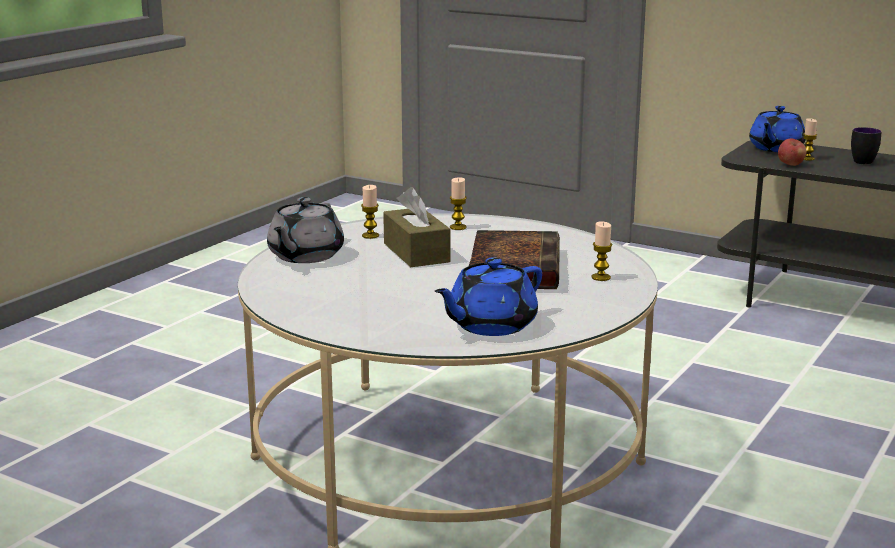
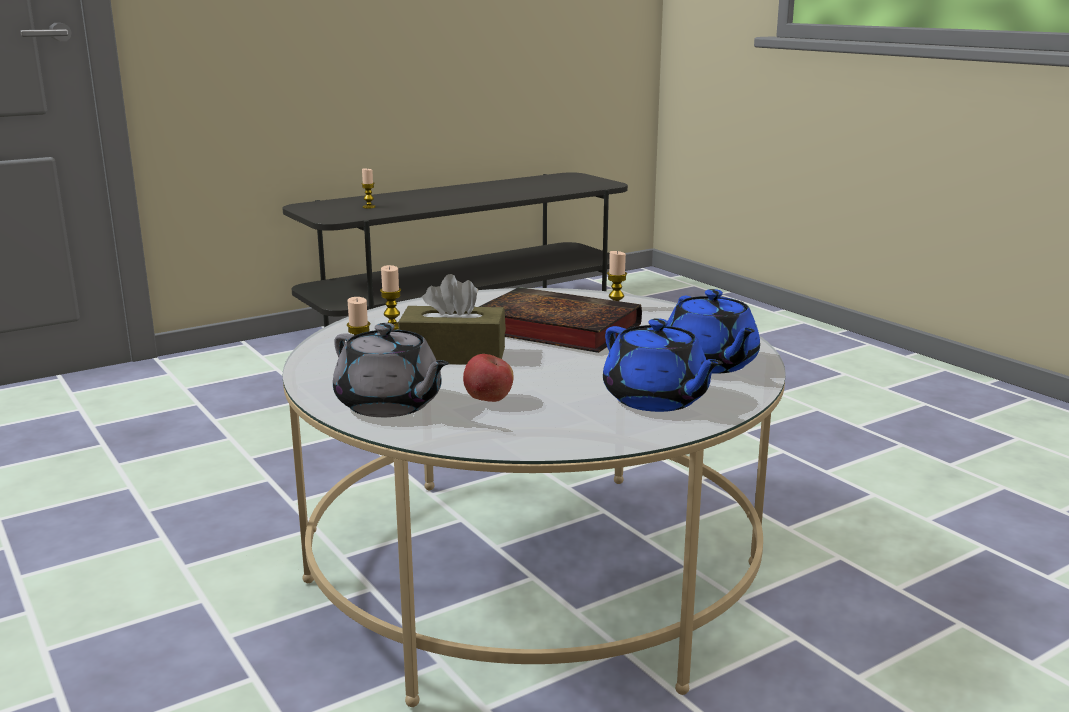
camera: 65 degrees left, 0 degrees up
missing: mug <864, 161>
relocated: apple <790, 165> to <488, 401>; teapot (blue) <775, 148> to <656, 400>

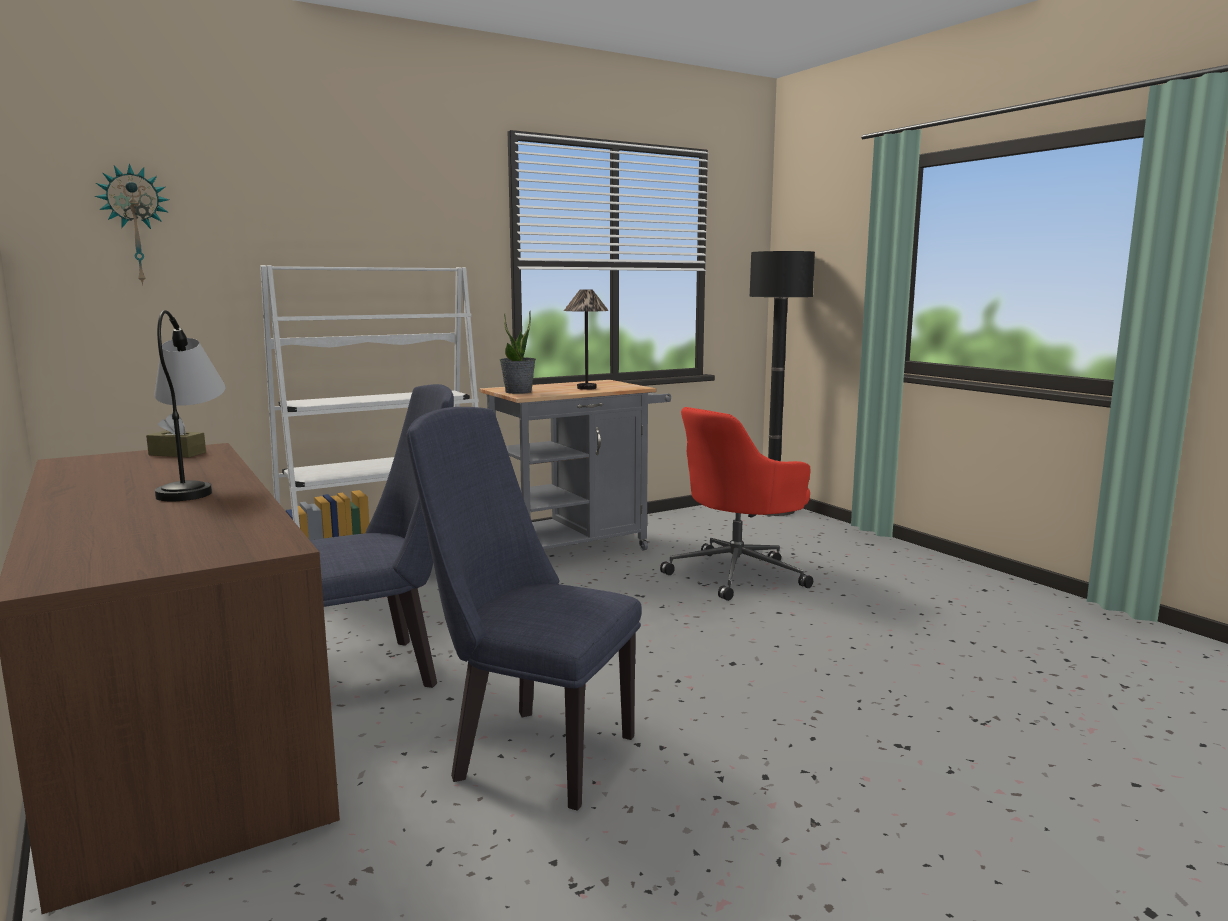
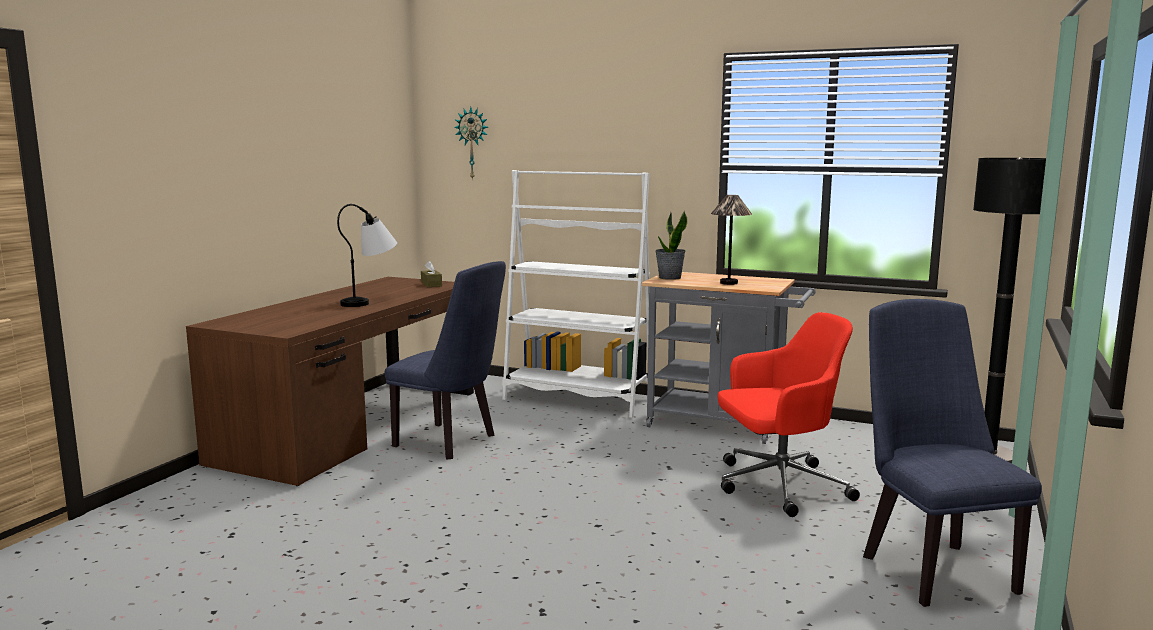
camera: 55 degrees right, 0 degrees up
relocated: chair (blue) <531, 753> to <931, 567>
spun: desk chair (red) <738, 574> = <778, 486> 150 degrees clockwise

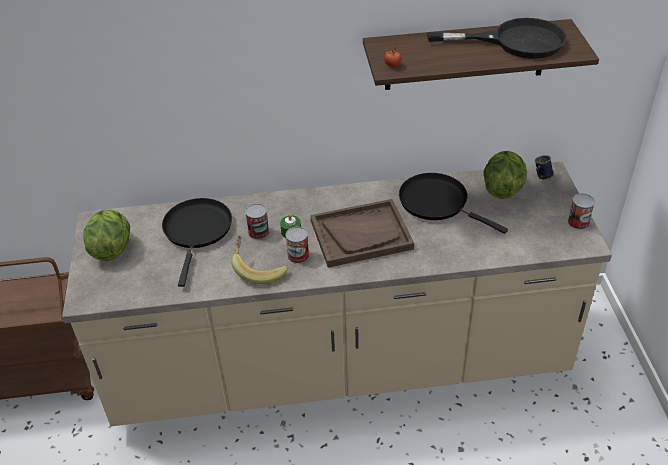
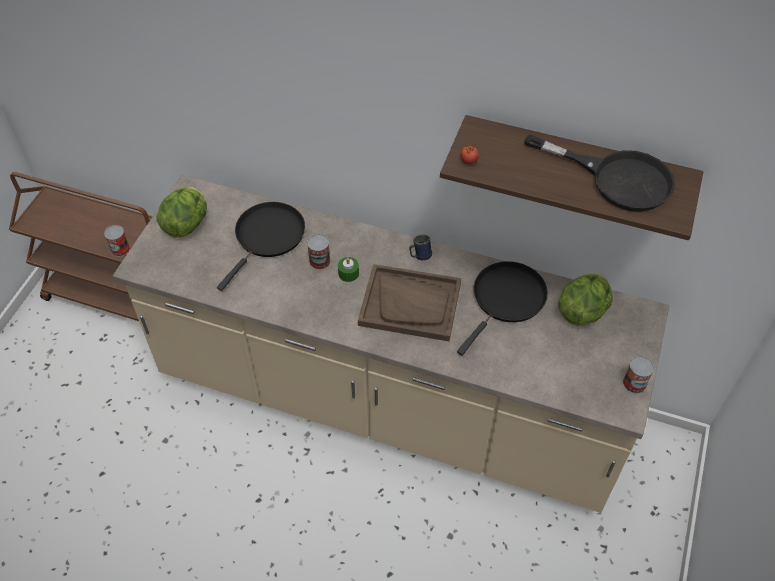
camera: 25 degrees right, 10 degrees up
missing: whole banana <258, 268>
relocated: sealed can <298, 255> to <120, 249>; mug (blue) <541, 177> to <419, 256>
spun: pan (black-coloured) <437, 202> = <506, 299> 60 degrees clockwise

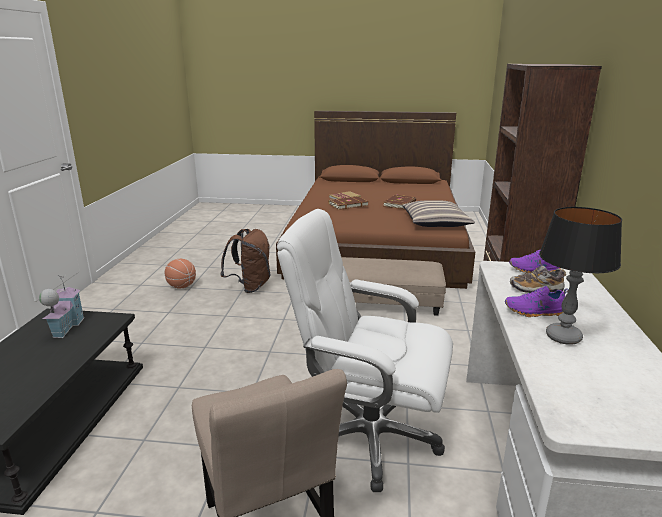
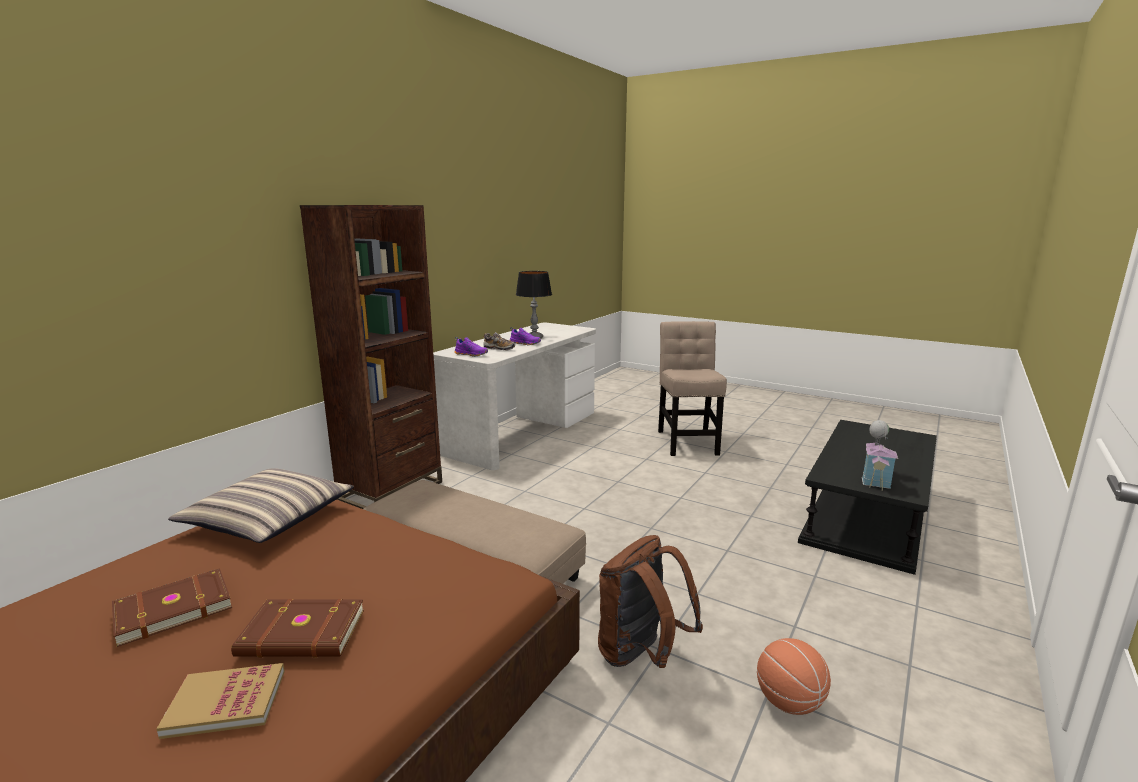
camera: 155 degrees left, 5 degrees down
missing: desk chair (white) <369, 437>

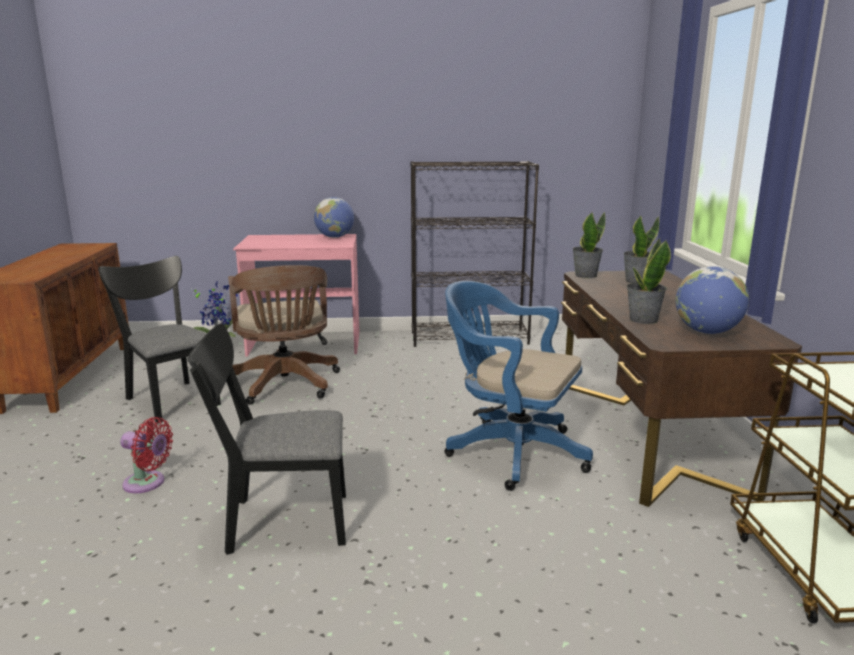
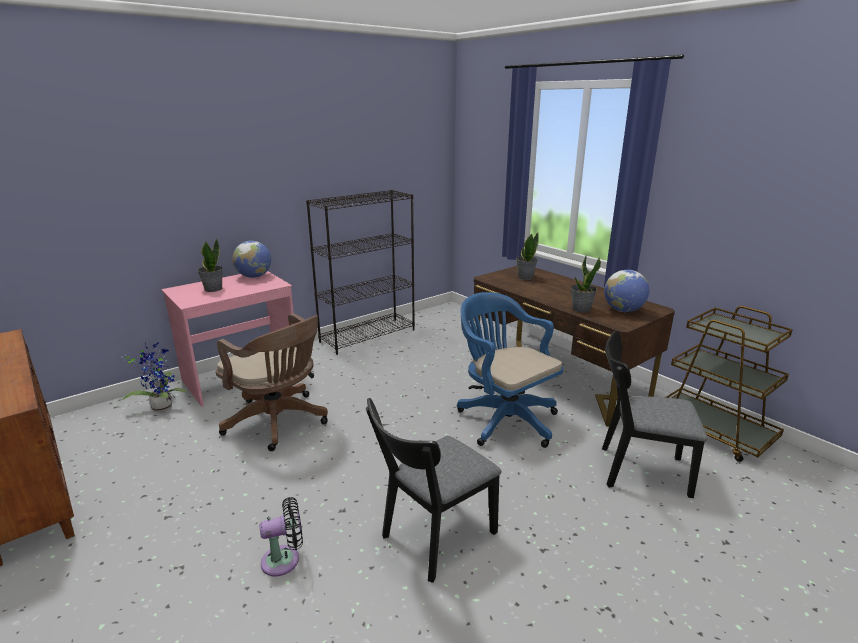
camera: 35 degrees left, 5 degrees up
relocated: houseplant <585, 275> to <213, 289>; chair (black-coloured) <170, 399> to <636, 470>
colour: electric fan (red) <147, 483> to electric fan (black-coloured) <284, 559>
spun: desk chair (blue) <510, 451> = <504, 419> 60 degrees clockwise

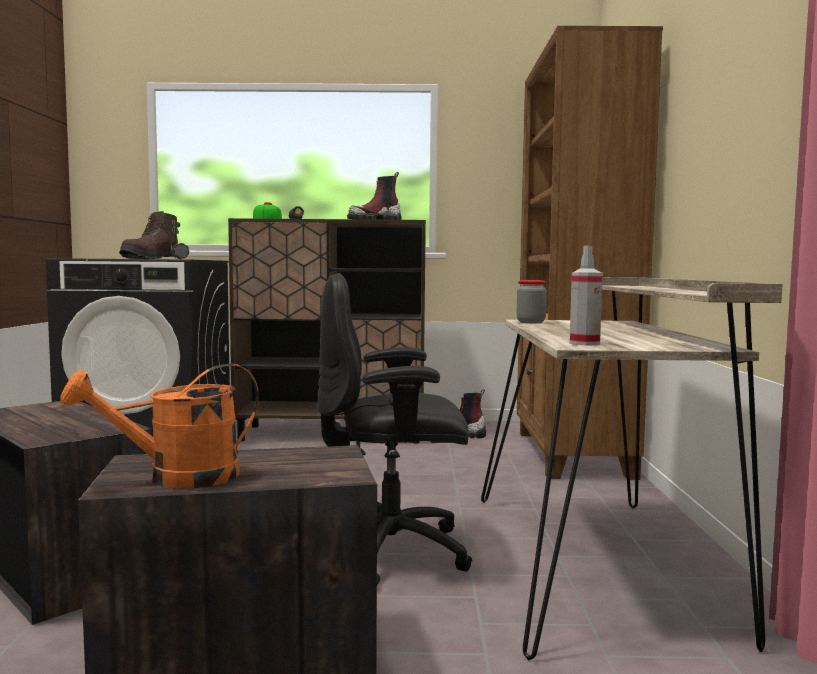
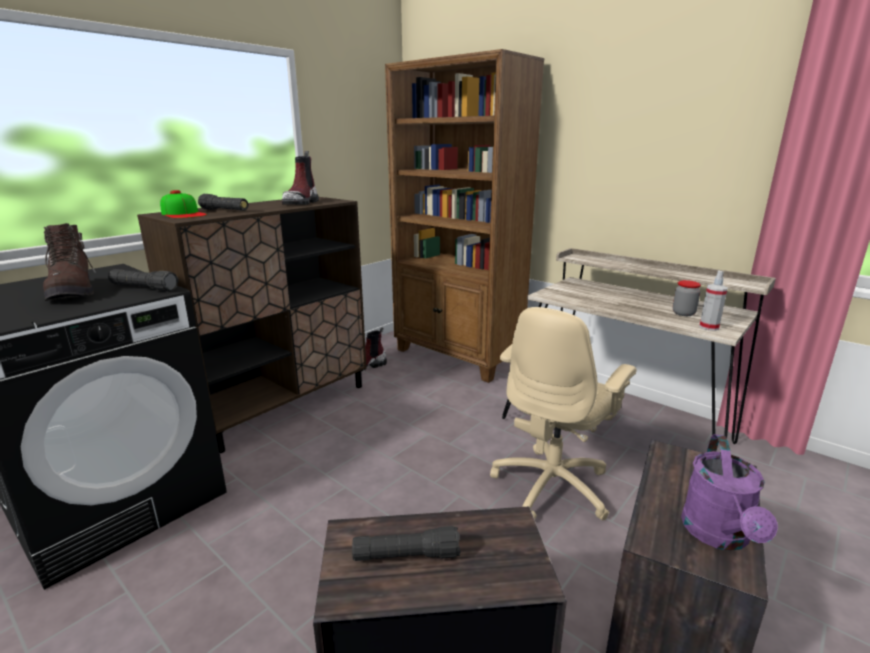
camera: 50 degrees left, 15 degrees up
appeared: flashlight (black-coloured) <406, 556>
relocated: storage jar <530, 322> to <683, 313>
colour: desk chair (black-coloured) <392, 552> to desk chair (beige-coloured) <553, 485>; sprinkling can (orangey) <177, 478> to sprinkling can (purple-coloured) <719, 536>

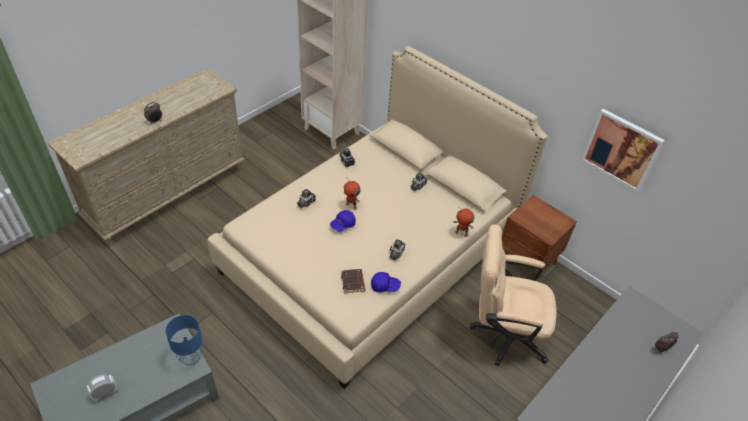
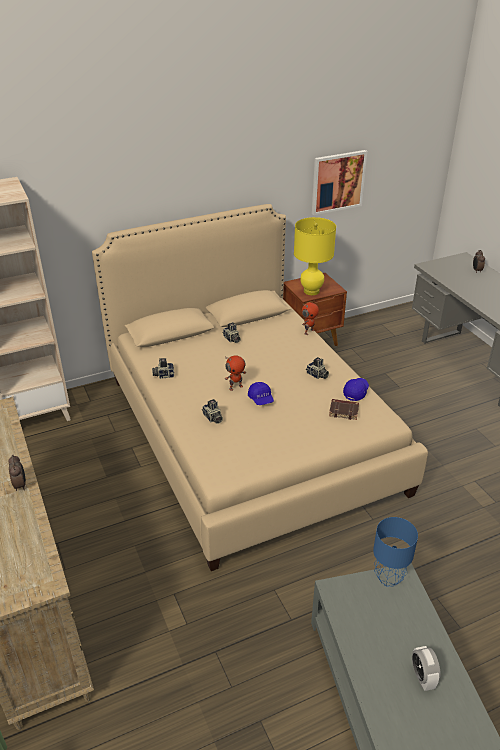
camera: 65 degrees left, 10 degrees down
missing: desk chair (beige-coloured) <502, 333>
appeared: table lamp (yellowish) <311, 291>

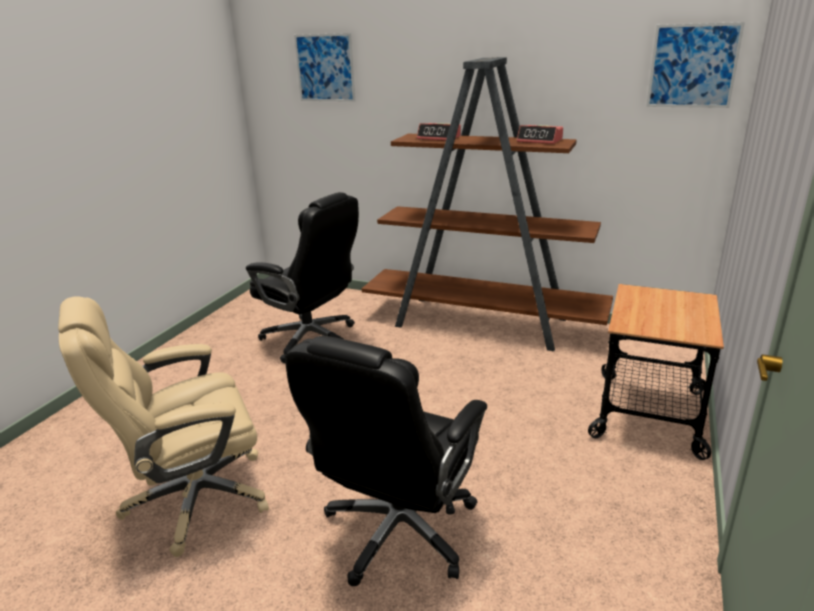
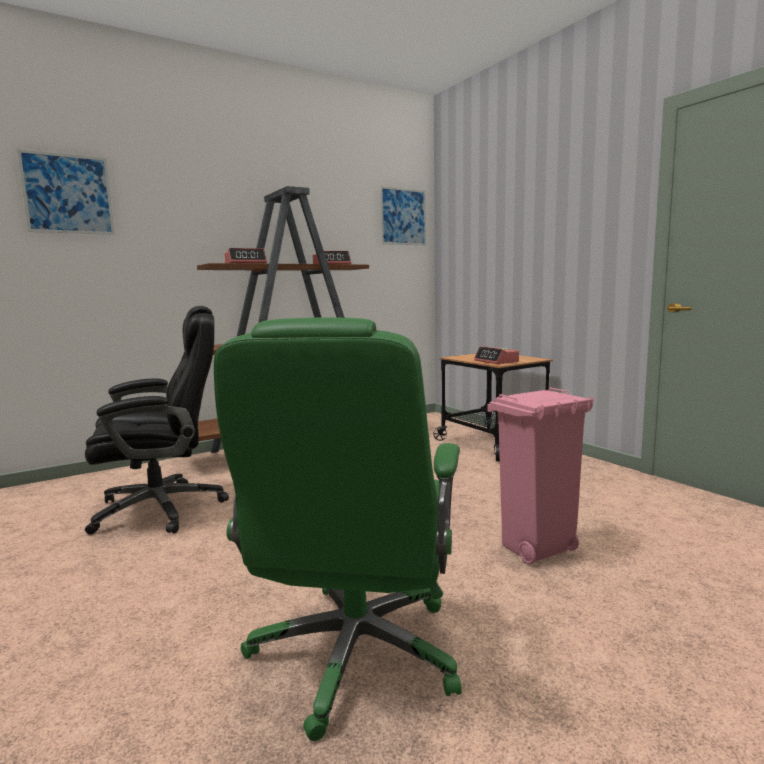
camera: 55 degrees left, 15 degrees down
appeared: bedside clock <496, 361>
exchanged: desk chair (black-coloured) <398, 531> to waste bin (pink) <536, 550>
colour: desk chair (beige-coloured) <194, 499> to desk chair (greenish) <354, 655>

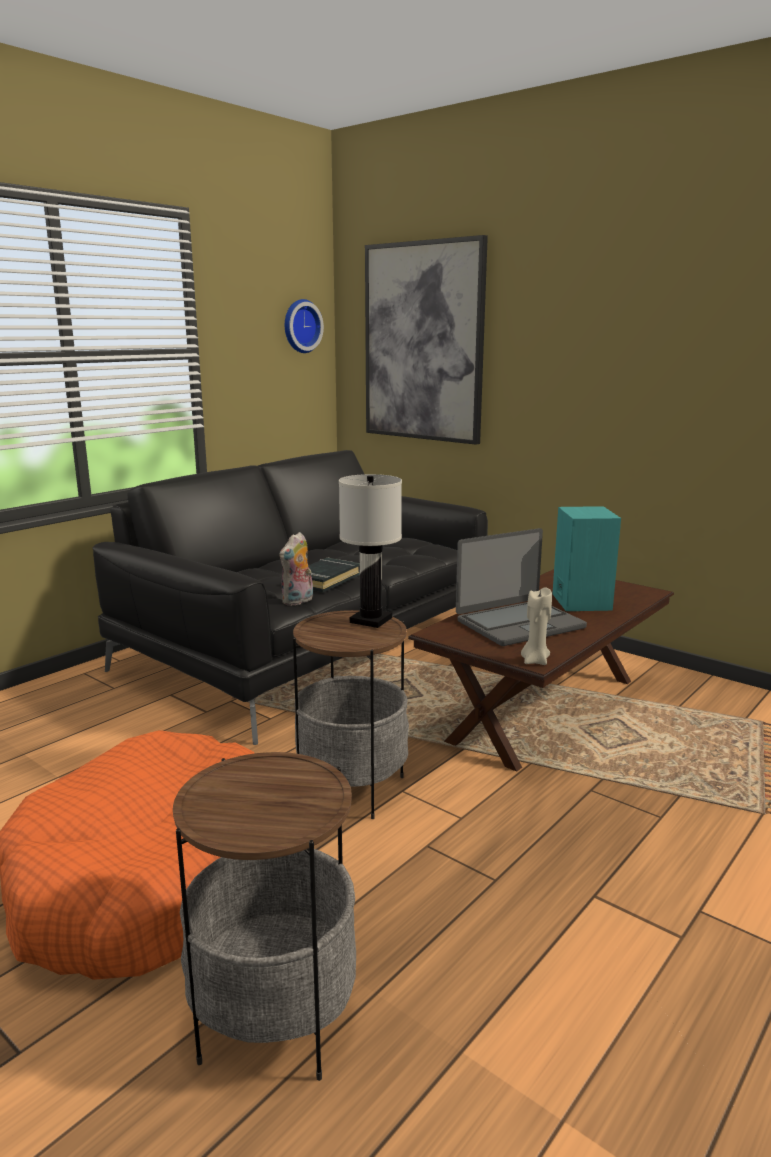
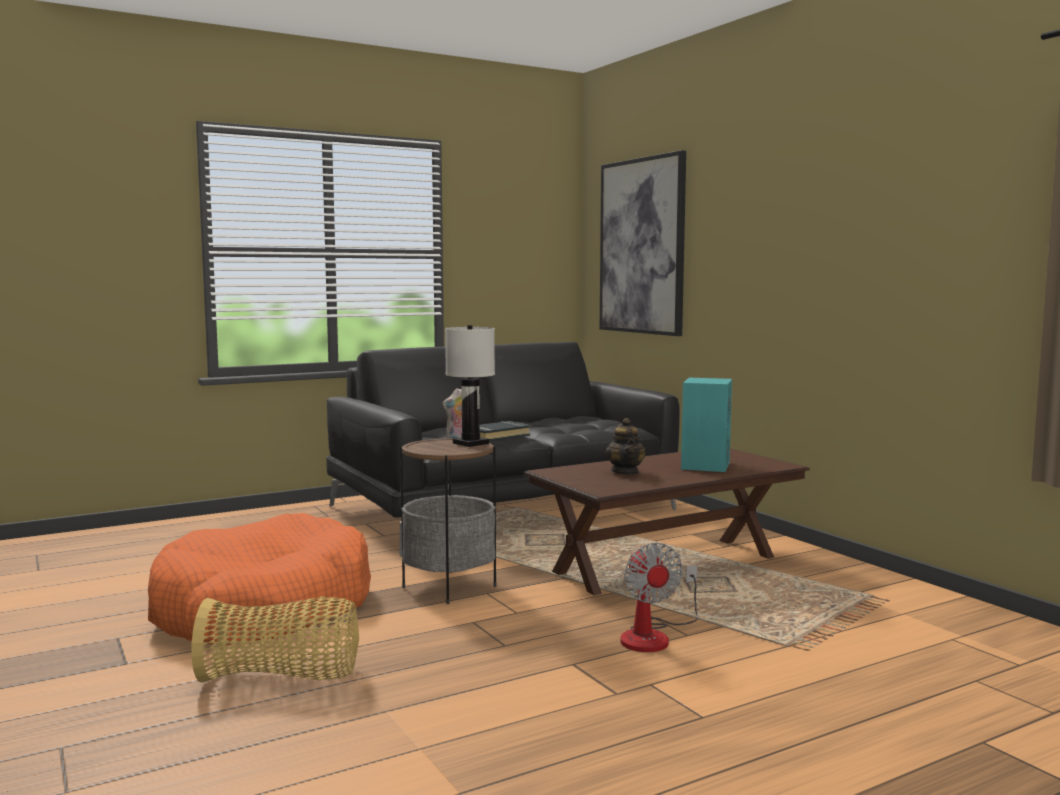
camera: 20 degrees right, 10 degrees down
missing: hanging clock <300, 326>; candle (beige-coloured) <535, 661>
appeared: electric fan <653, 636>
exchanged: accent table <275, 1019> to basket <283, 677>; laptop <519, 624> to teapot <625, 472>

